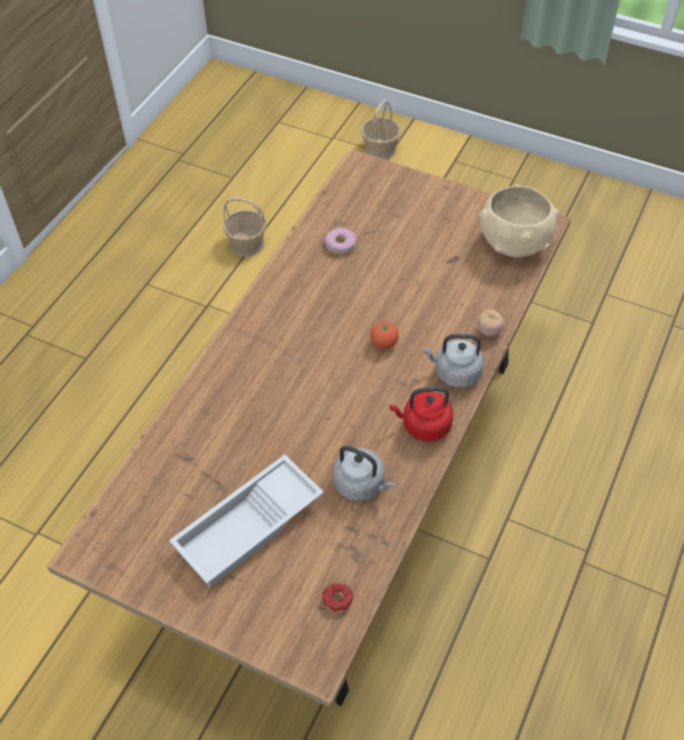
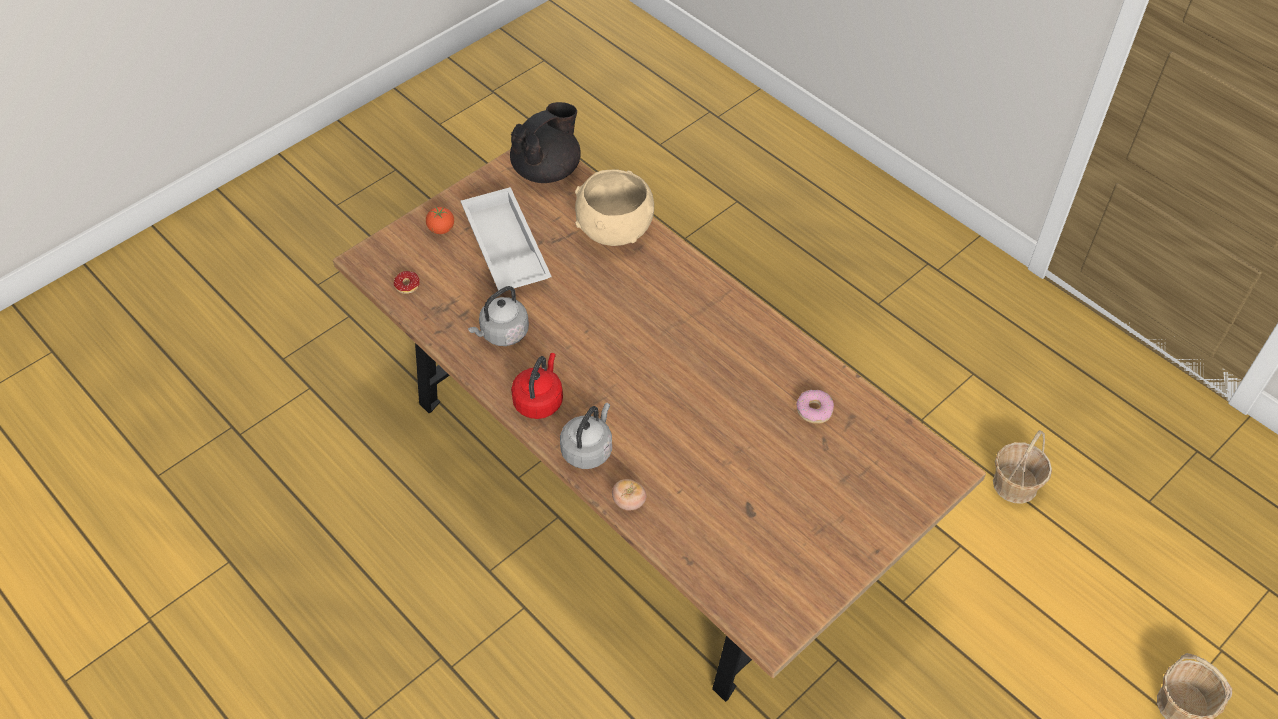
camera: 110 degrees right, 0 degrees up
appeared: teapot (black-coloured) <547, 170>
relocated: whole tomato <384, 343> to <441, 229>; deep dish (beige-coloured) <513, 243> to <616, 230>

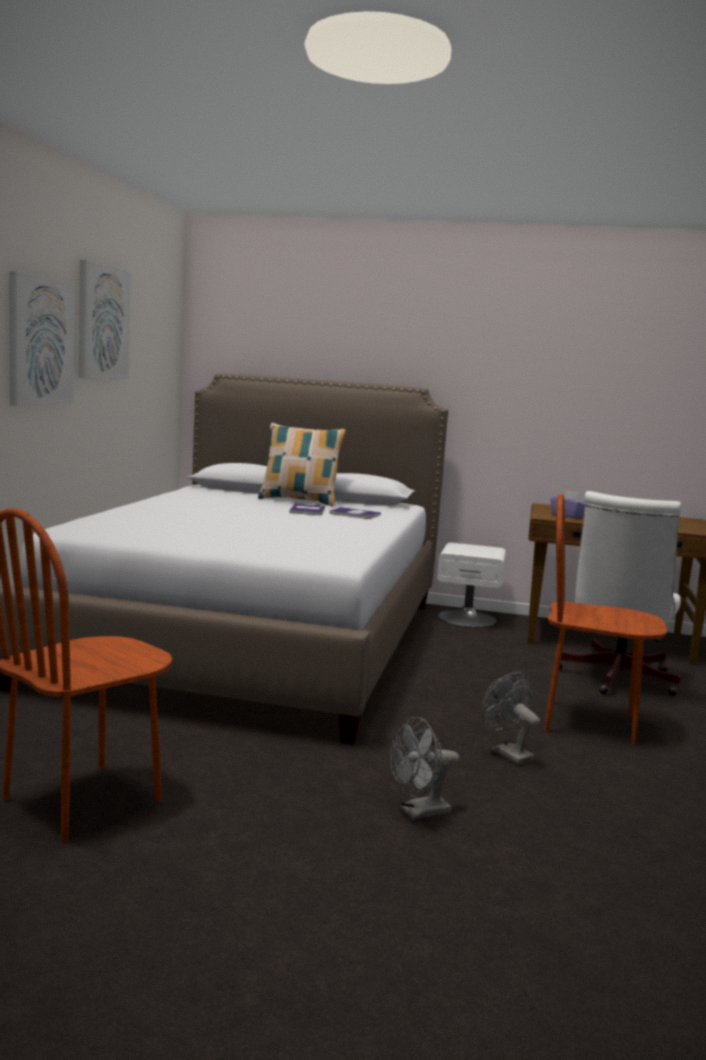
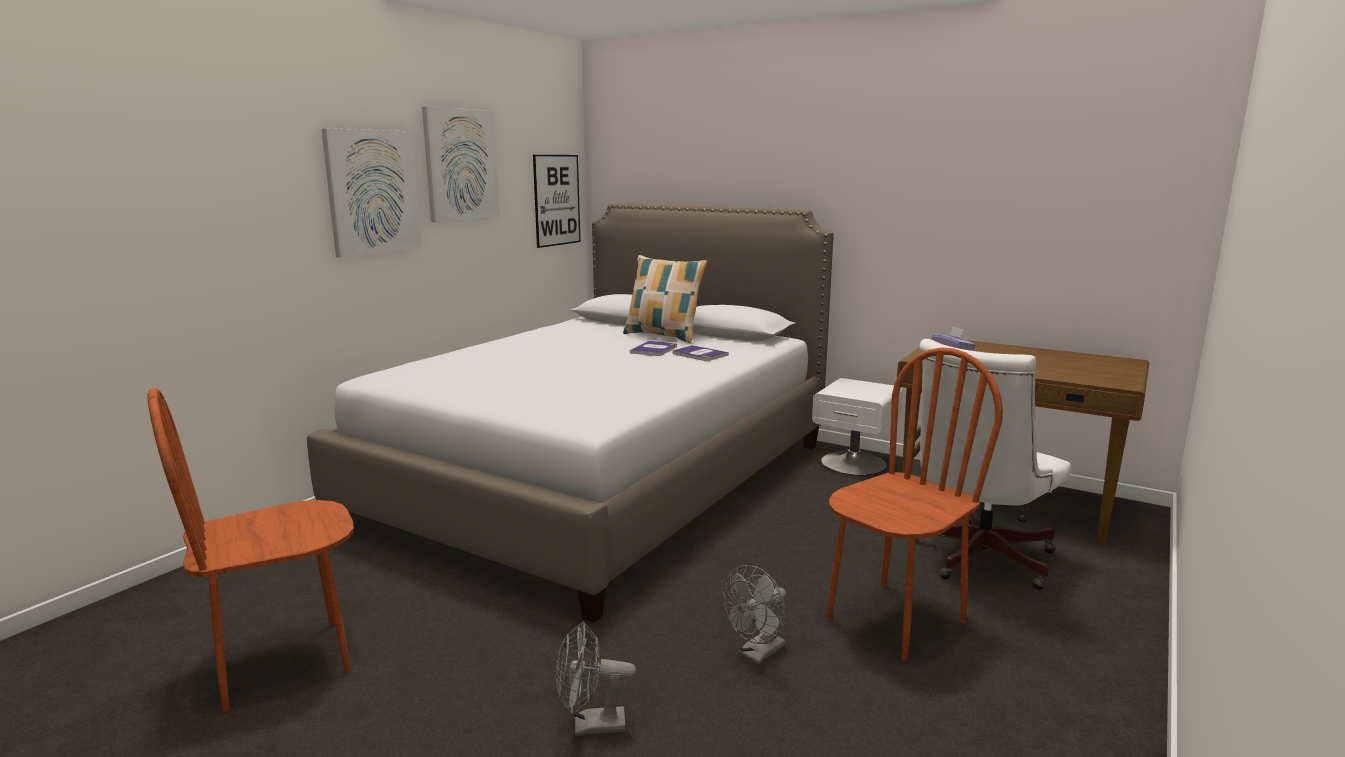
camera: 20 degrees right, 5 degrees up
appeared: picture <557, 200>
spun: electric fan (gray) <506, 753> = <757, 654> 120 degrees counterclockwise; chair (brown-coloured) <589, 722> = <894, 620> 105 degrees clockwise

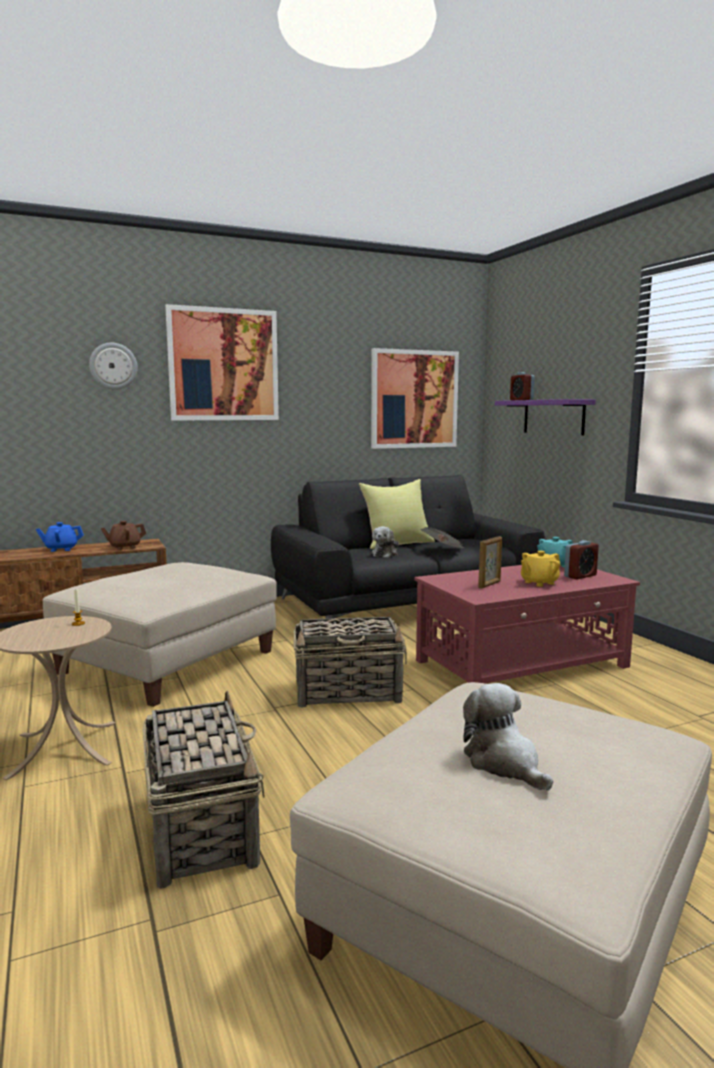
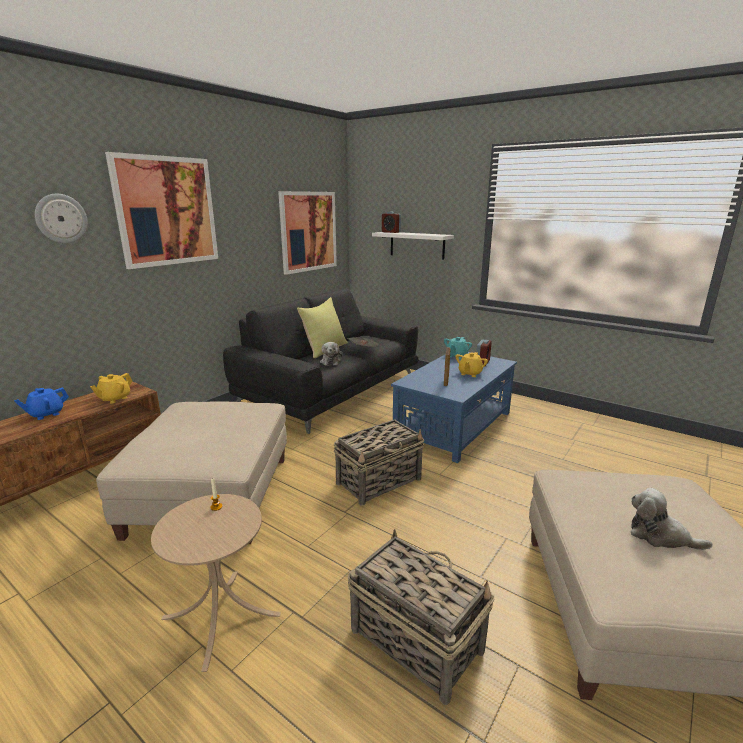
camera: 30 degrees left, 10 degrees up
colour: teapot (brown-coloured) <124, 547> to teapot (yellowish) <114, 398>; shelf (purple-coloured) <553, 417> to shelf (white) <417, 245>; low table (red) <522, 664> to low table (blue) <454, 426>

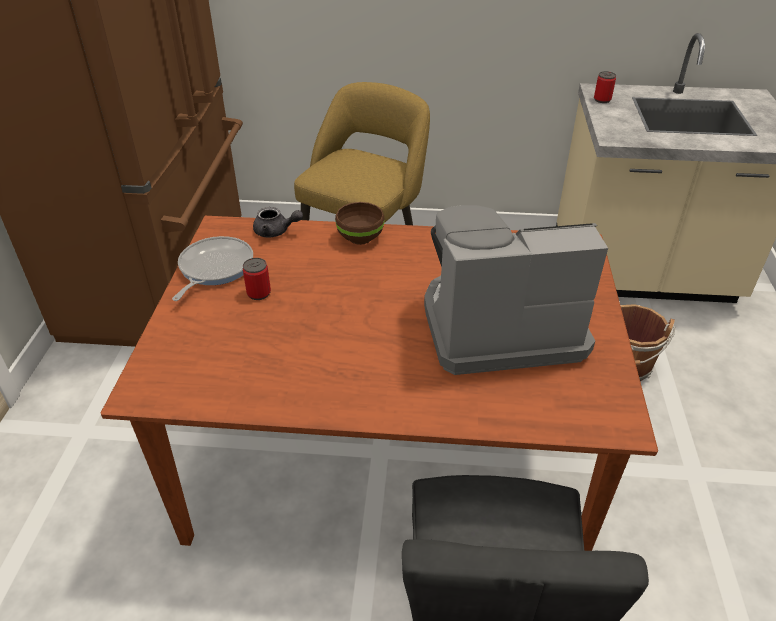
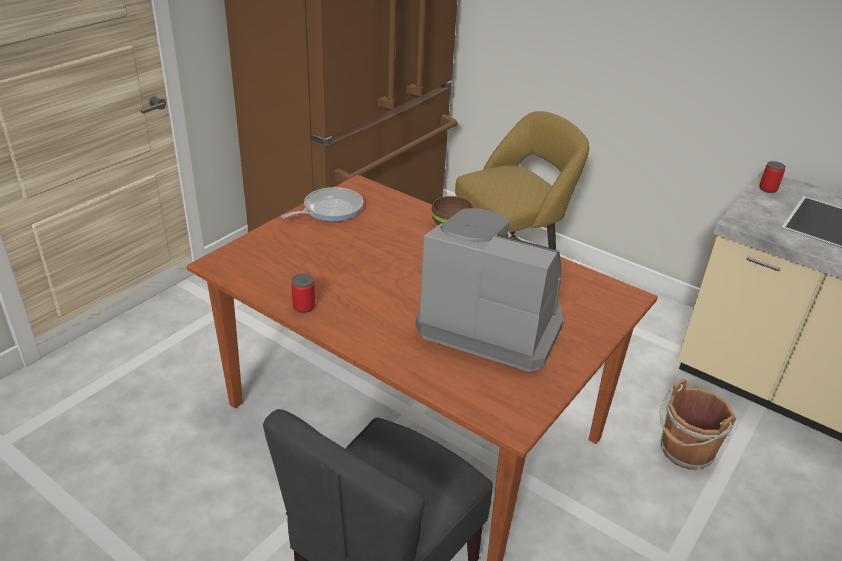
camera: 30 degrees right, 5 degrees down
missing: teapot (gray) <276, 232>
relocated: sealed can <259, 293> to <304, 307>

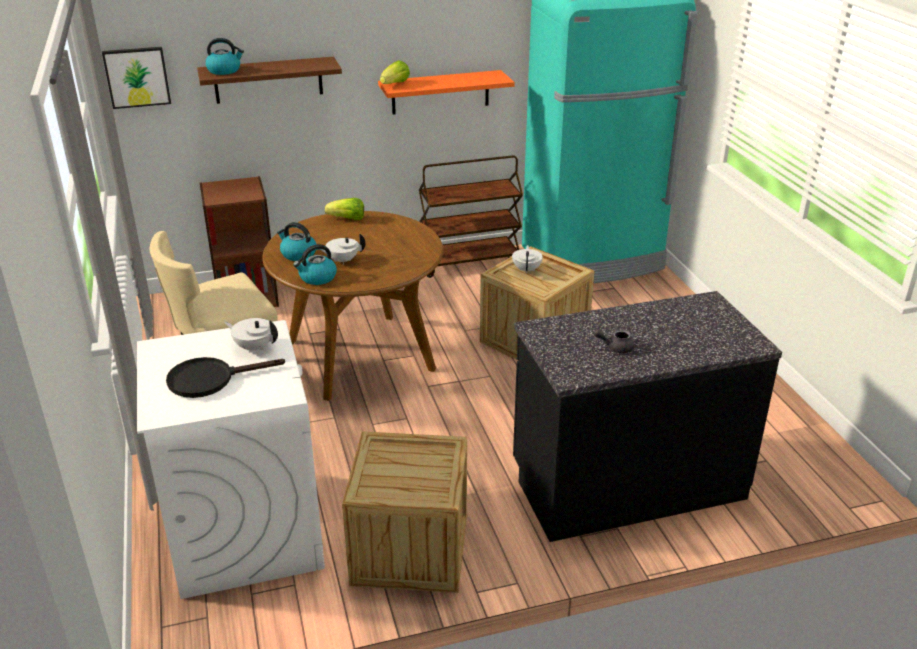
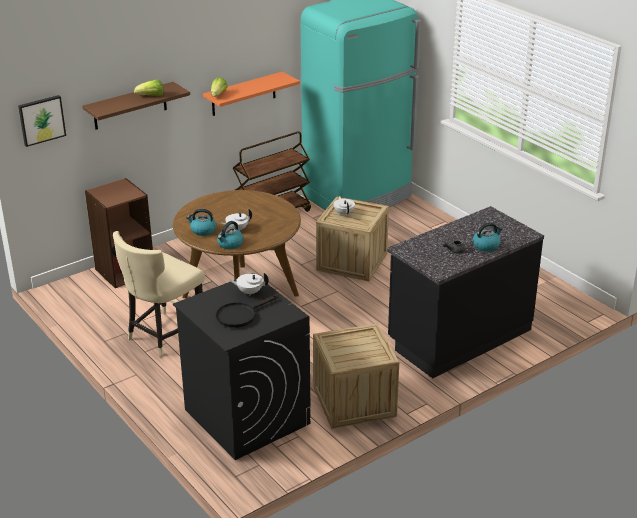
camera: 20 degrees left, 0 degrees up
relocated: lettuce head <347, 219> to <151, 96>; kettle <224, 70> to <486, 245>
colour: laundry machine (white) <246, 531> to laundry machine (black-coloured) <246, 416>

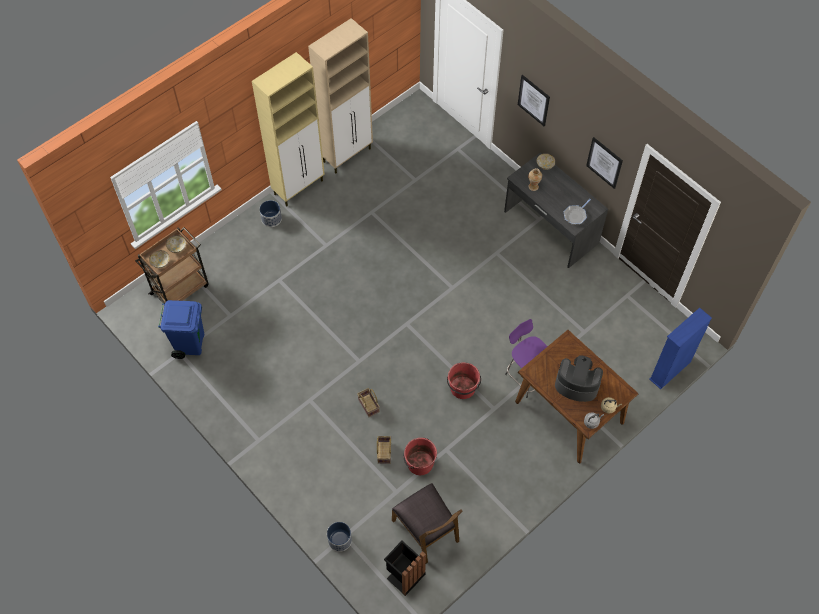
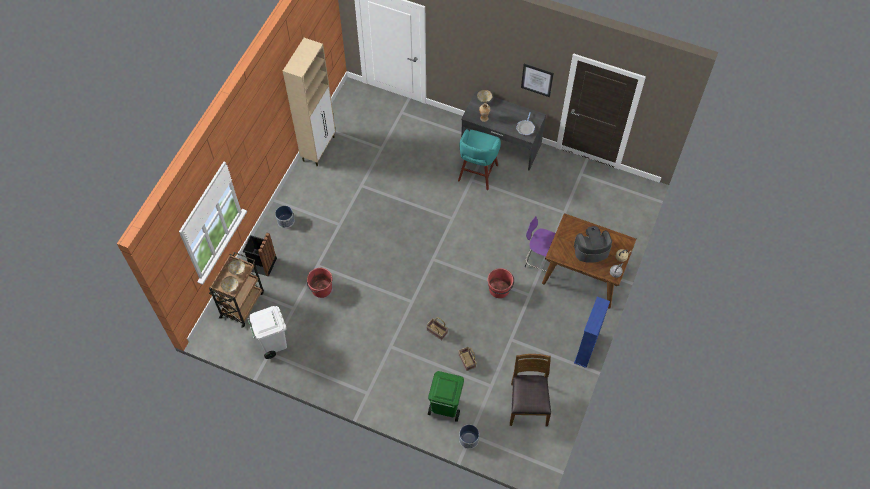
camera: 25 degrees left, 0 degrees up
missing: cabinet (beige-coloured) <299, 187>; picture <534, 100>
appeared: waste bin (greenish) <445, 407>; stool seat (blue-green) <477, 174>
relocated: waste bin (black-coloured) <404, 575> to <262, 264>; water bucket (red) <419, 463> to <321, 289>; bookshelf (blue) <670, 370> to <586, 349>
colour: waste bin (blue) <190, 343> to waste bin (white) <273, 343>
spun: chair (brown-coloured) <426, 530> = <528, 404> 120 degrees counterclockwise

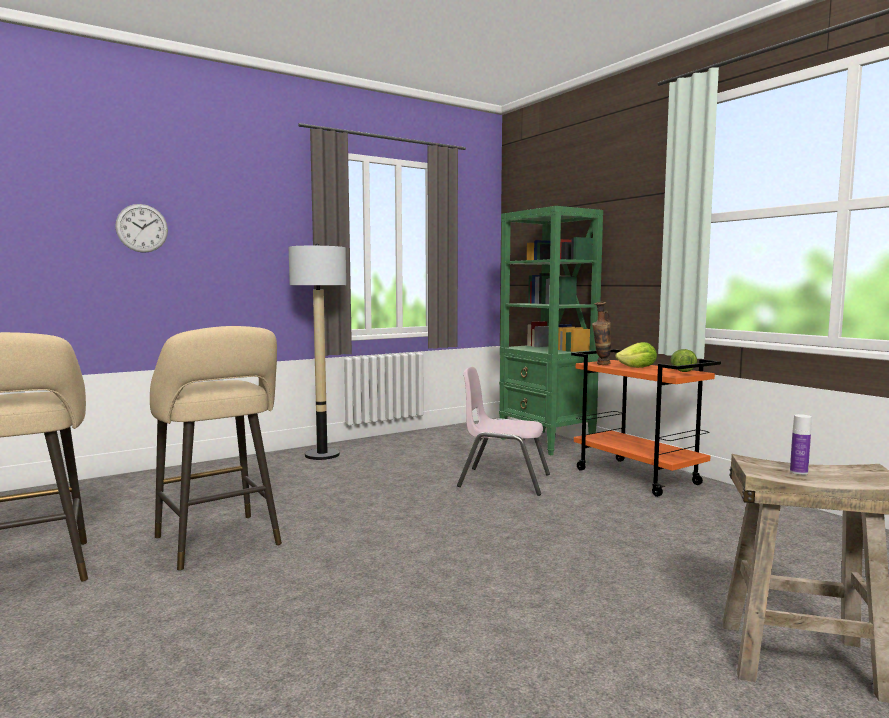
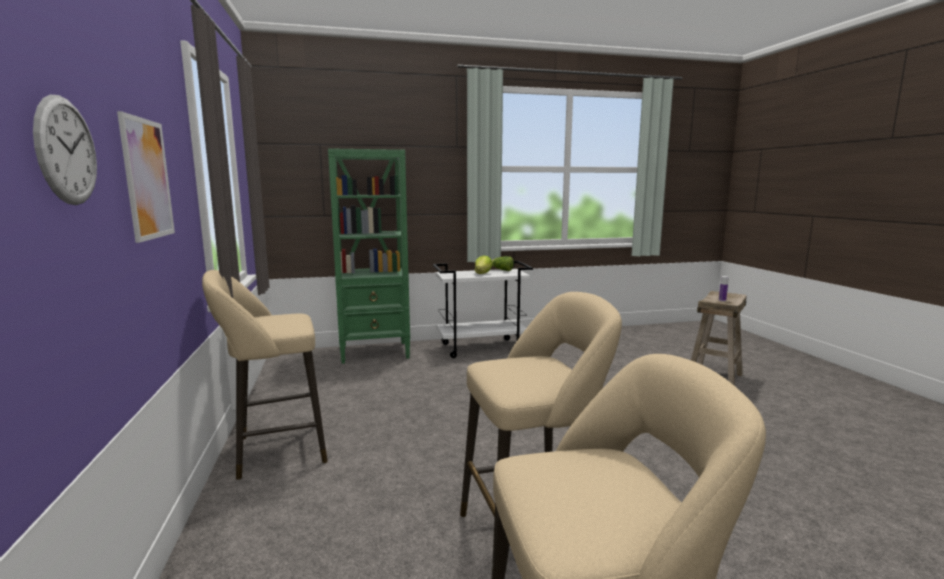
camera: 70 degrees left, 5 degrees up
missing: chair (pink) <503, 481>; decorative vase <601, 364>
appeared: picture <147, 179>
exchanged: standard lamp <322, 455> to stool seat (beige-coloured) <275, 451>
colour: wheeled cart (orangey) <638, 477> to wheeled cart (white) <482, 348>

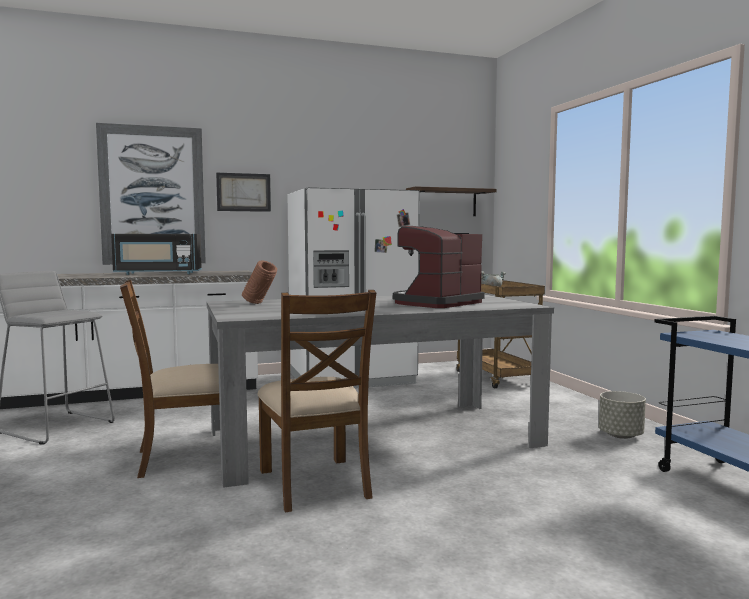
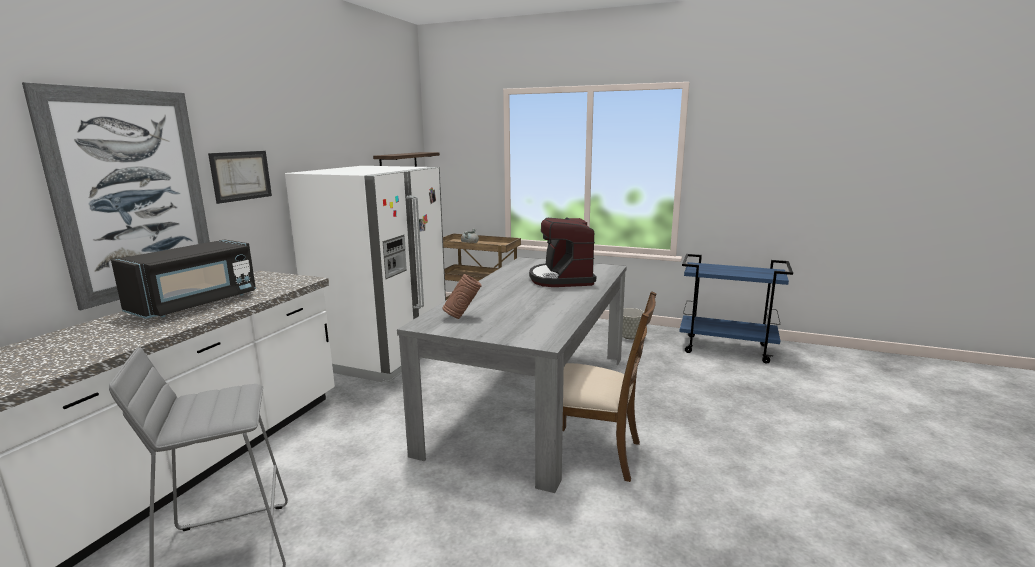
camera: 50 degrees left, 10 degrees up
missing: chair (brown-coloured) <187, 458>

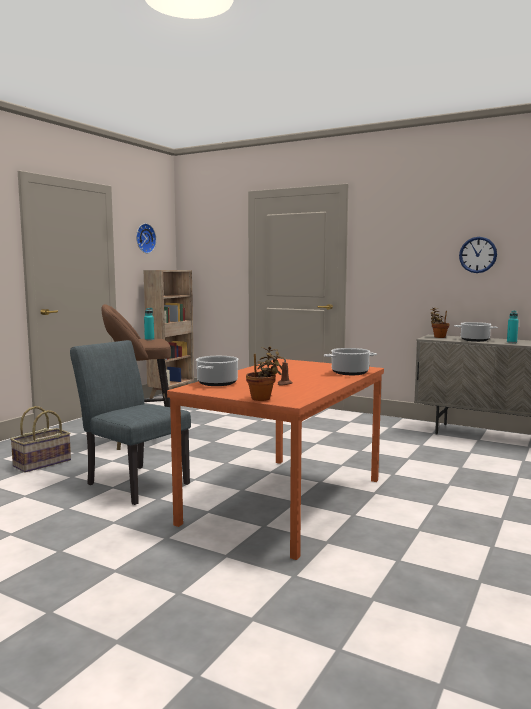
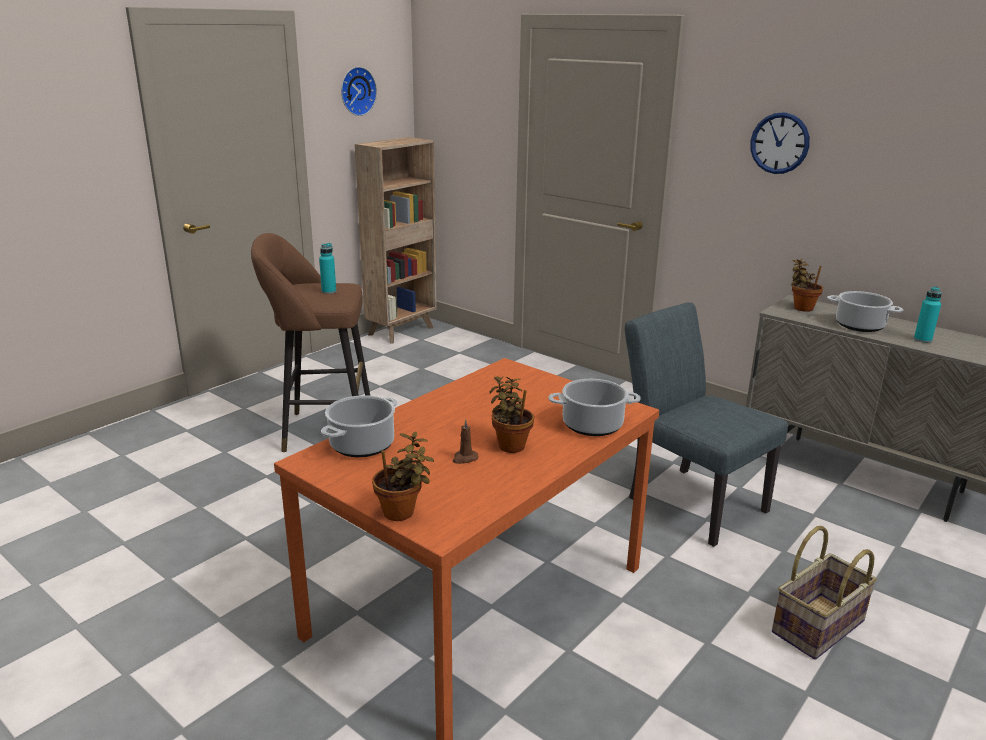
camera: 10 degrees right, 15 degrees up
appeared: houseplant <510, 445>
relocated: chair (gray) <133, 482> to <688, 500>; hanging clock <477, 255> to <779, 143>; basket <42, 463> to <819, 628>

